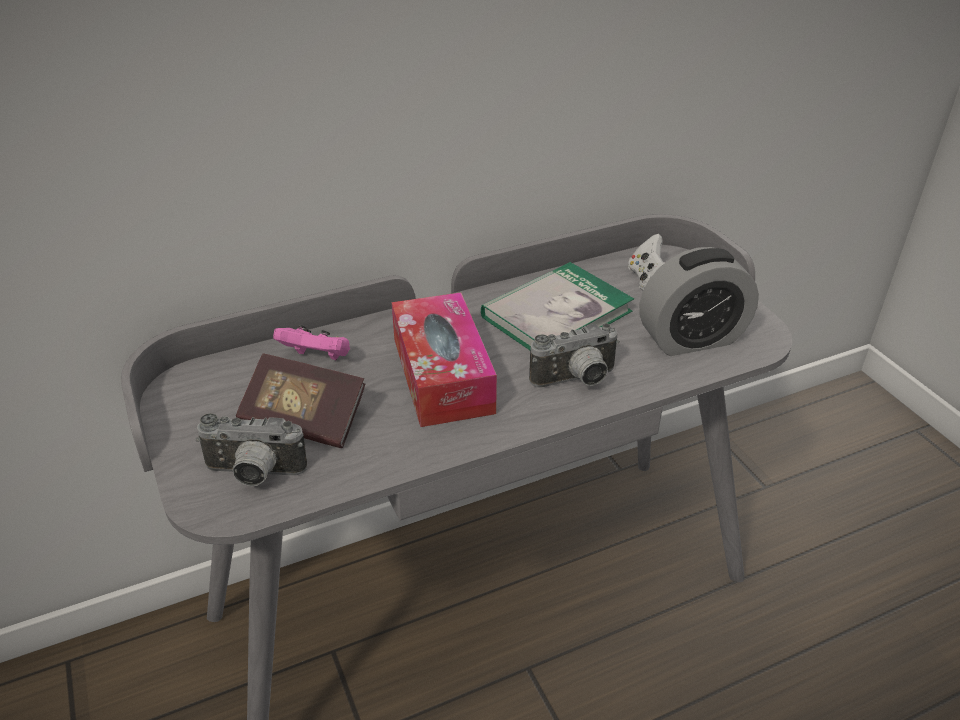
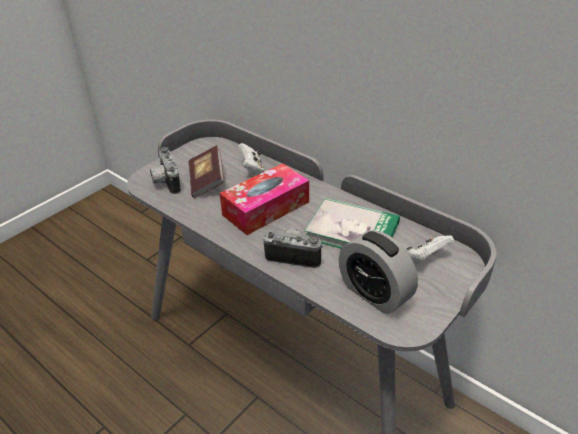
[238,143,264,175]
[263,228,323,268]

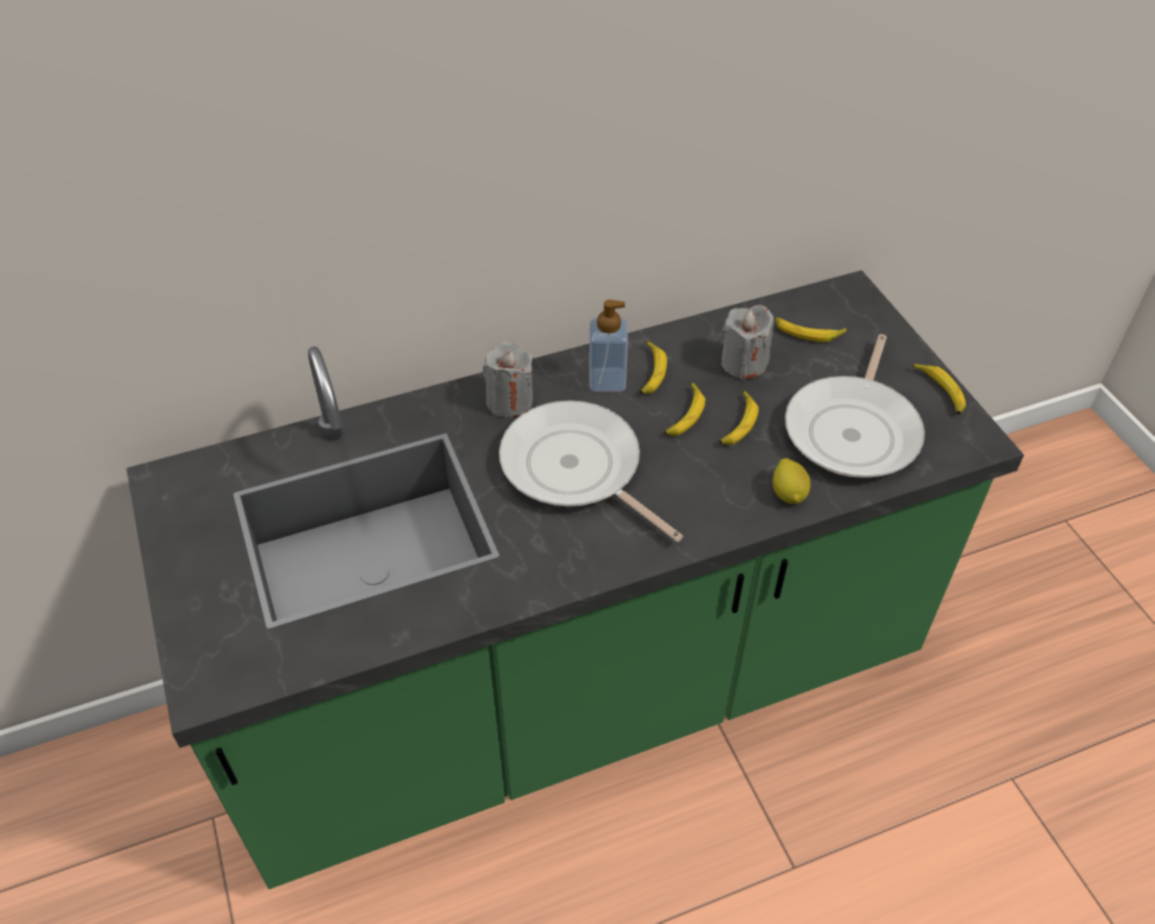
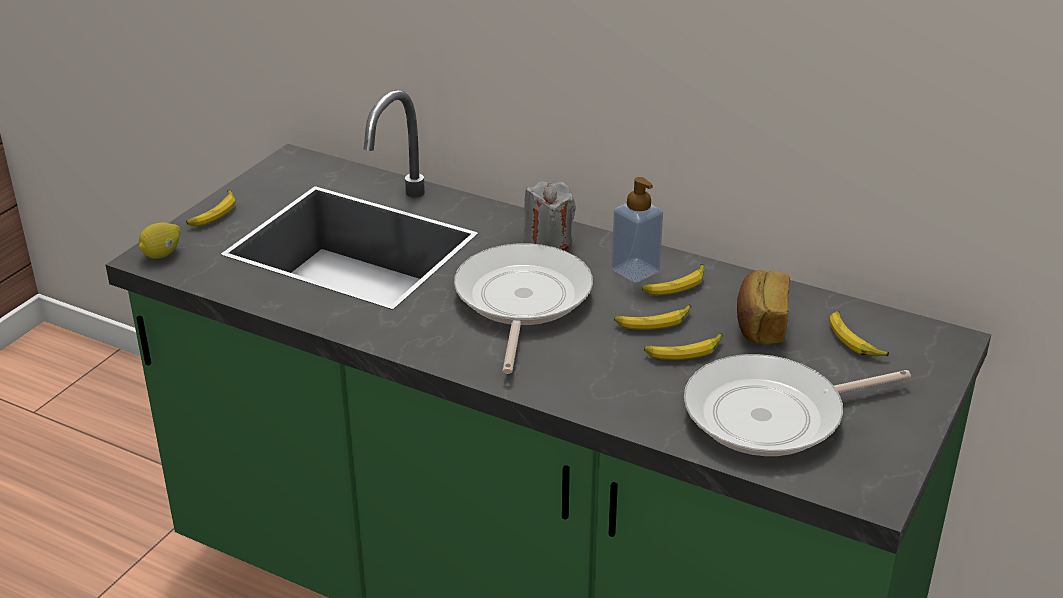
[139,223,181,259]
[186,190,236,227]
[737,270,790,344]

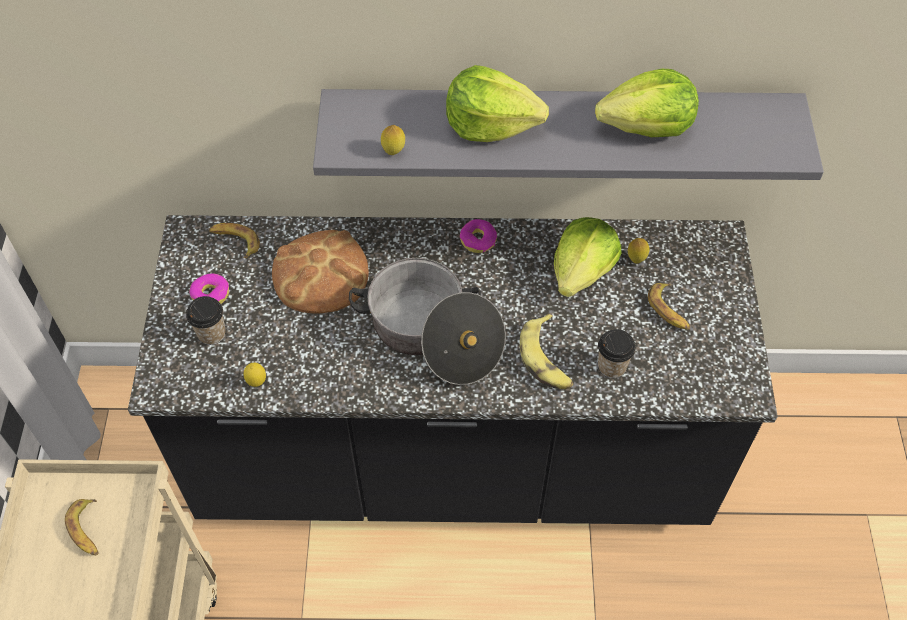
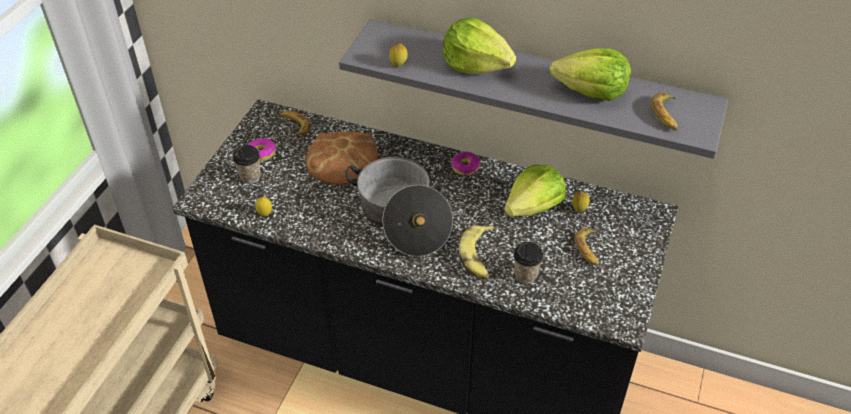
[650,92,678,130]

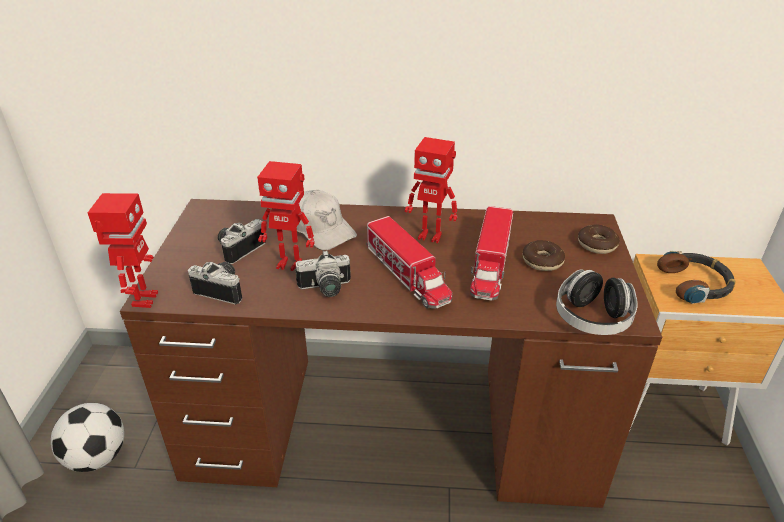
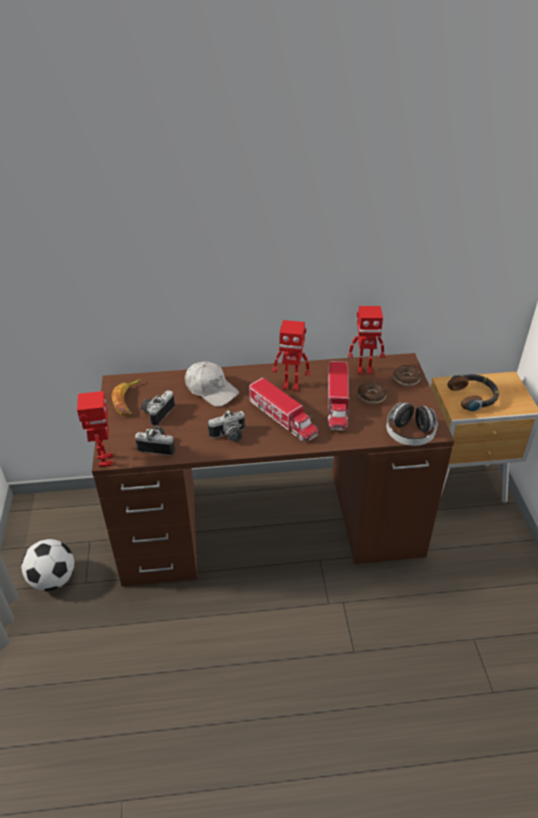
[112,379,141,416]
[348,306,385,375]

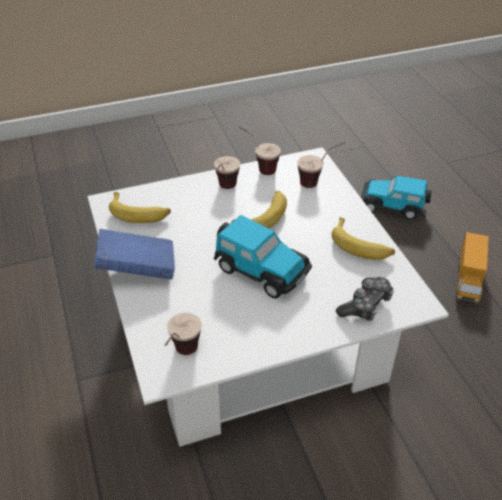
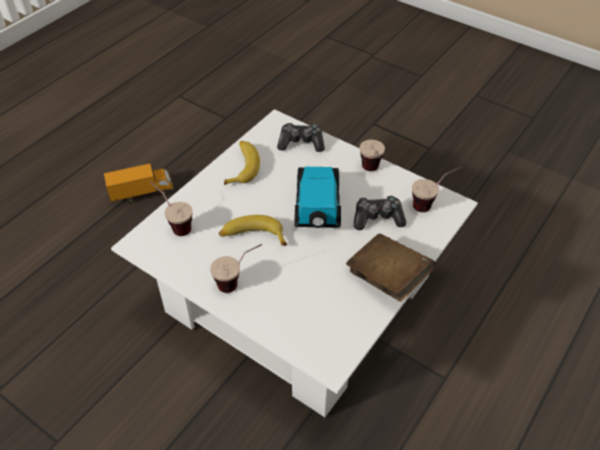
[346,233,435,302]
[354,196,406,230]
[360,140,385,171]
[109,192,171,223] (first image)
[361,175,432,220] (first image)

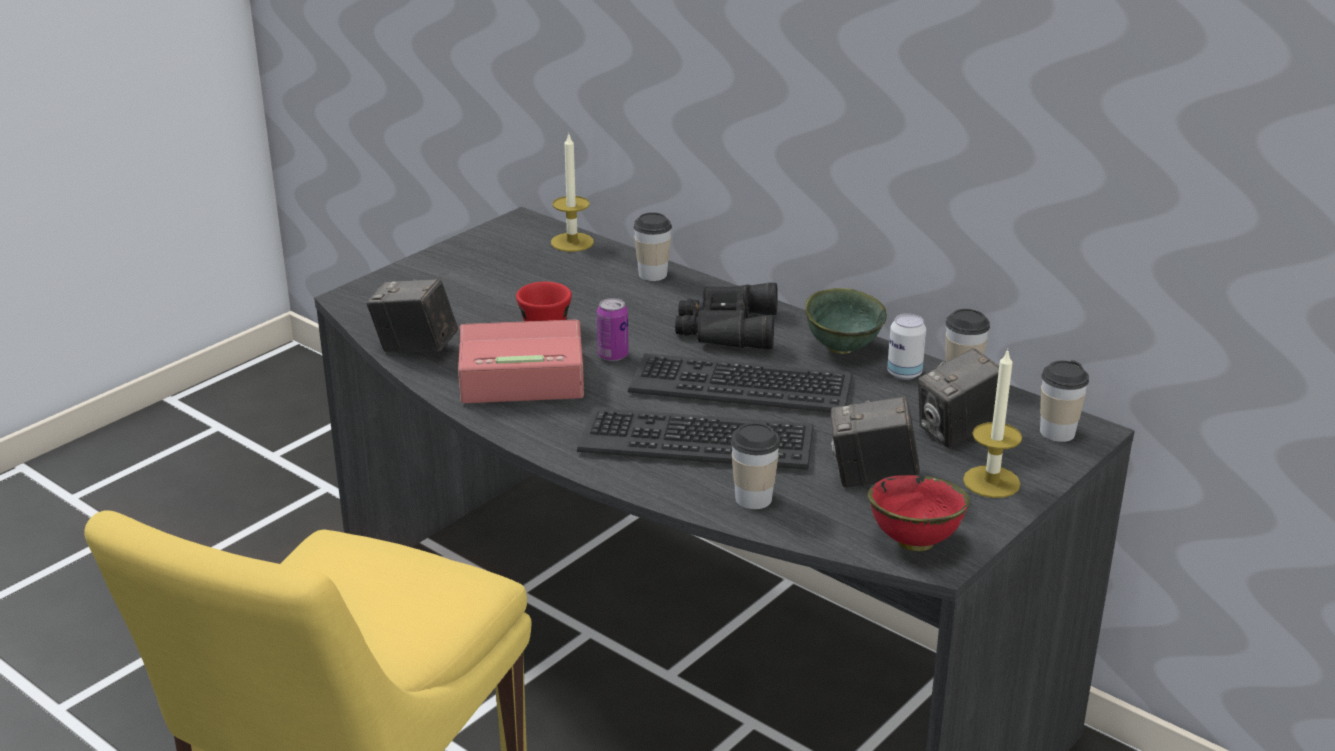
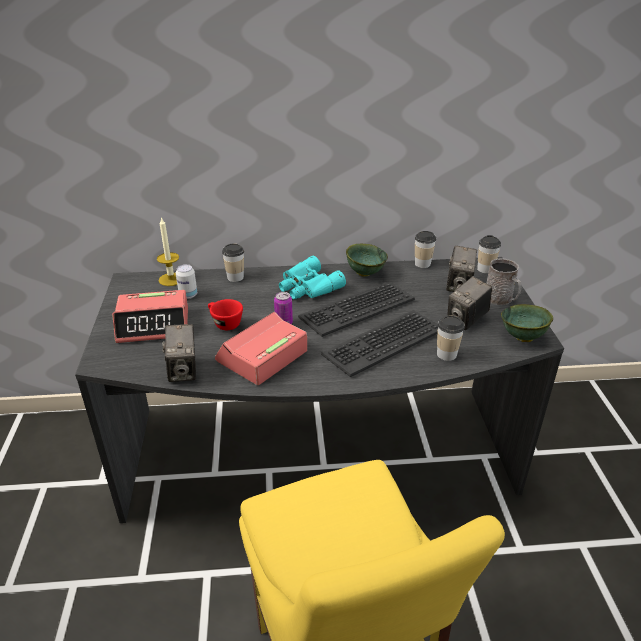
[112,290,188,343]
[162,324,196,382]
[176,264,197,299]
[279,256,346,299]
[487,259,522,305]
[501,304,553,342]

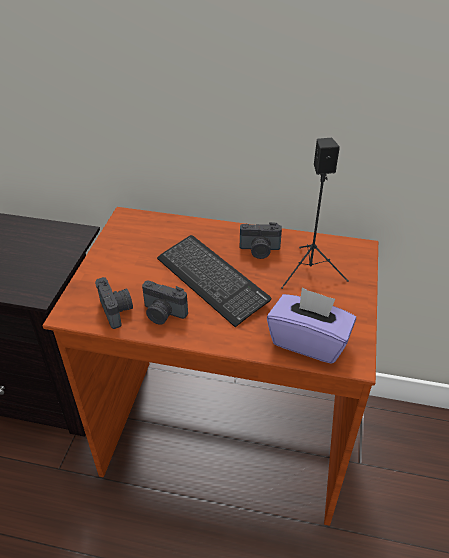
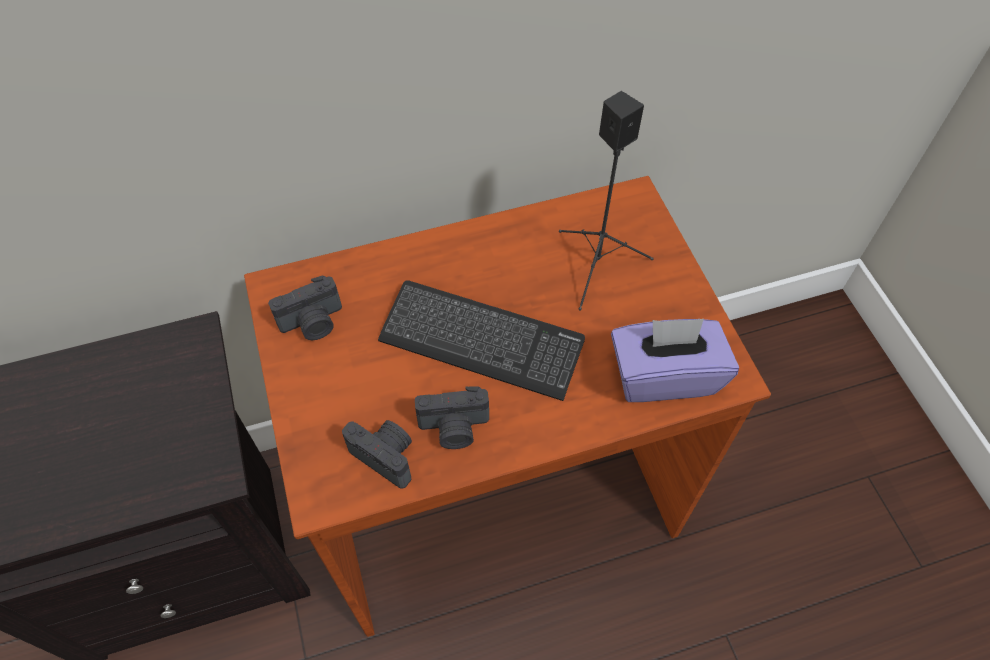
[268,275,342,340]

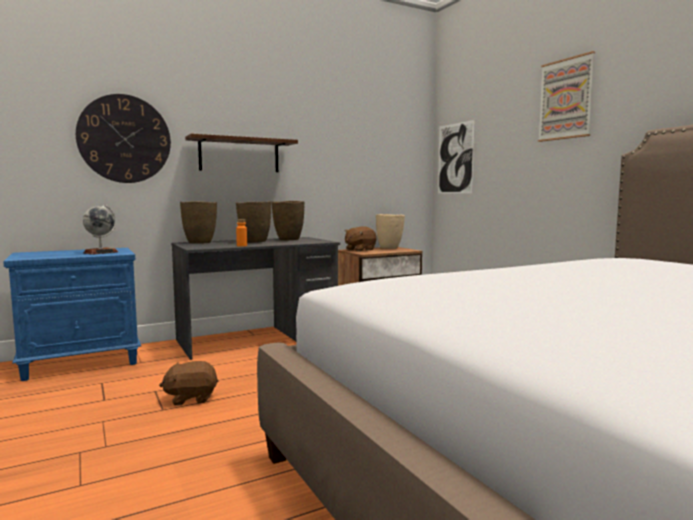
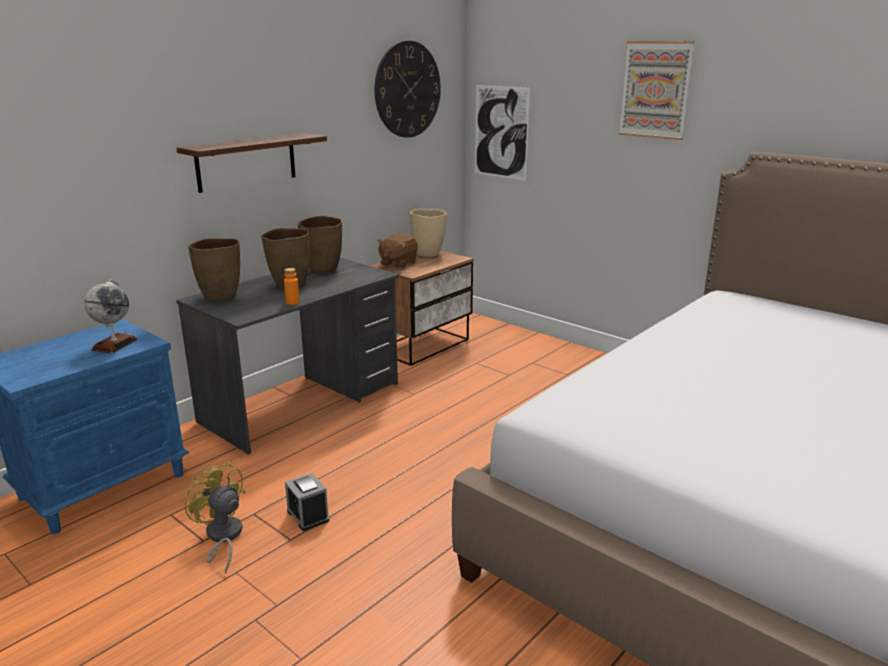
[185,462,246,574]
[285,473,329,531]
[374,41,441,138]

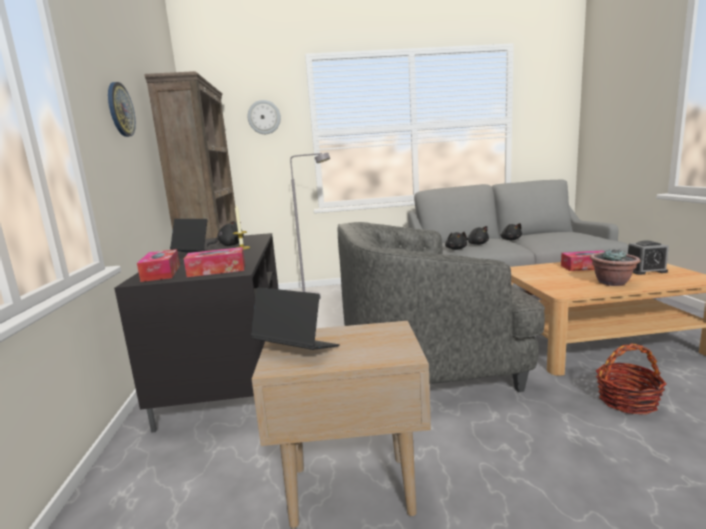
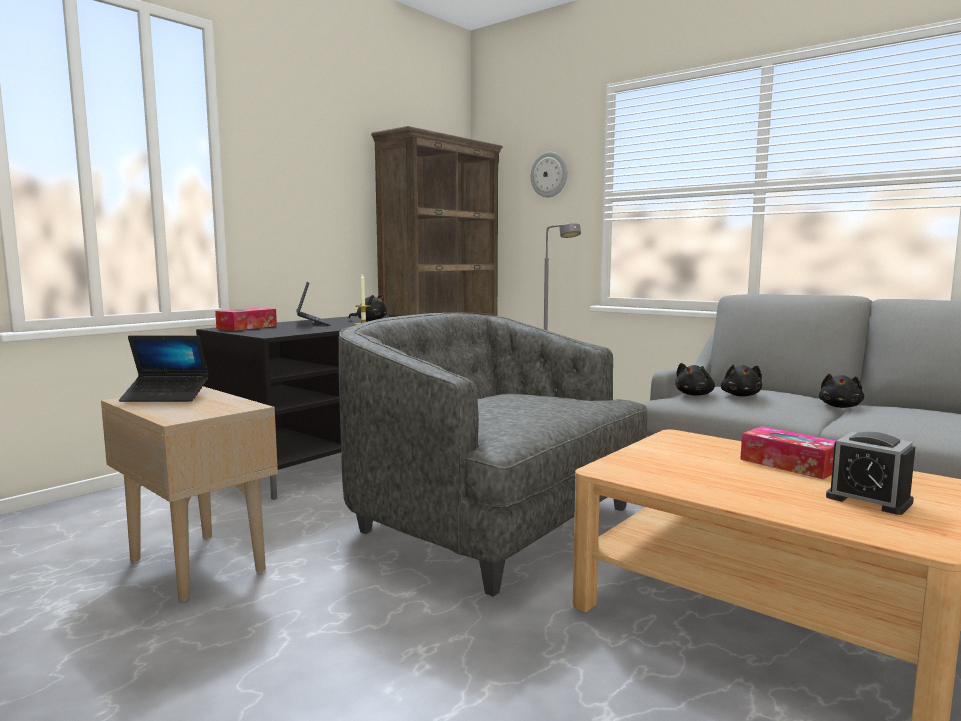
[119,335,209,402]
[108,82,136,137] (first image)
[184,247,245,277] (first image)
[590,249,640,286] (first image)
[595,344,667,415] (first image)

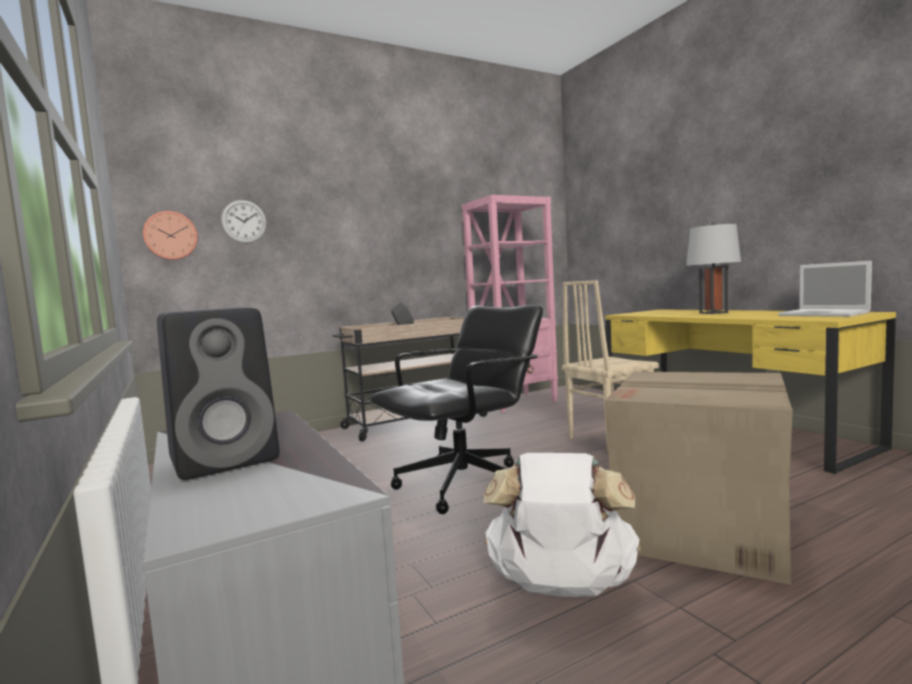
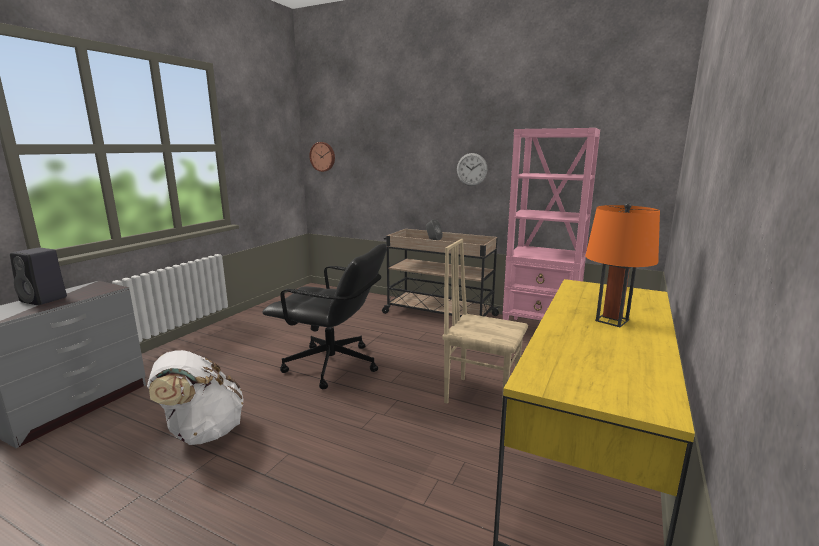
[457,153,487,186]
[585,203,660,327]
[605,372,793,585] (first image)
[778,261,872,317] (first image)

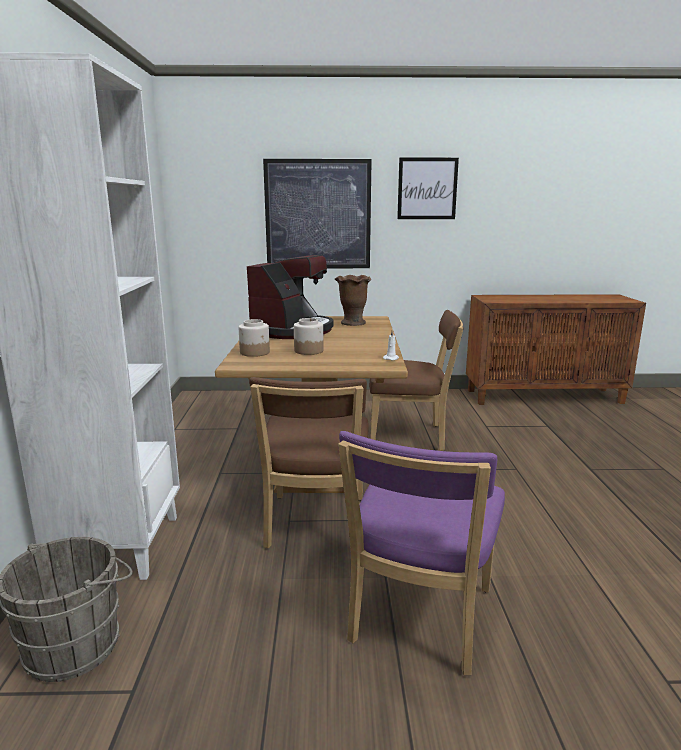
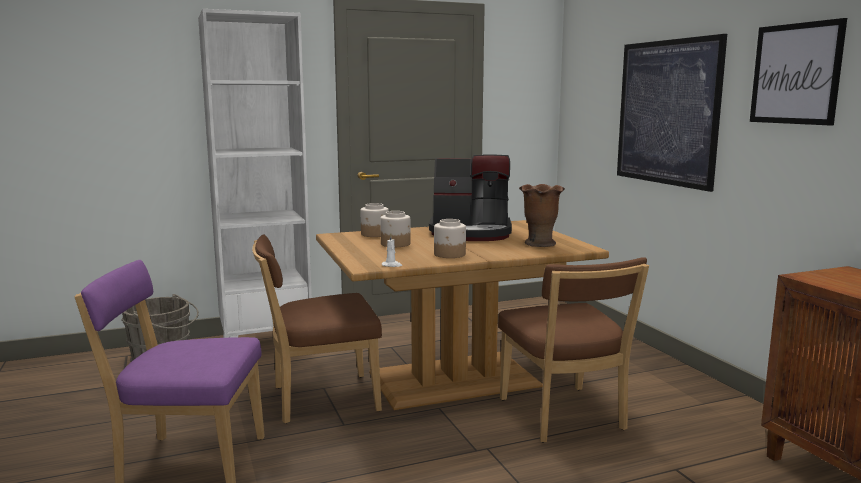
[434,219,466,258]

